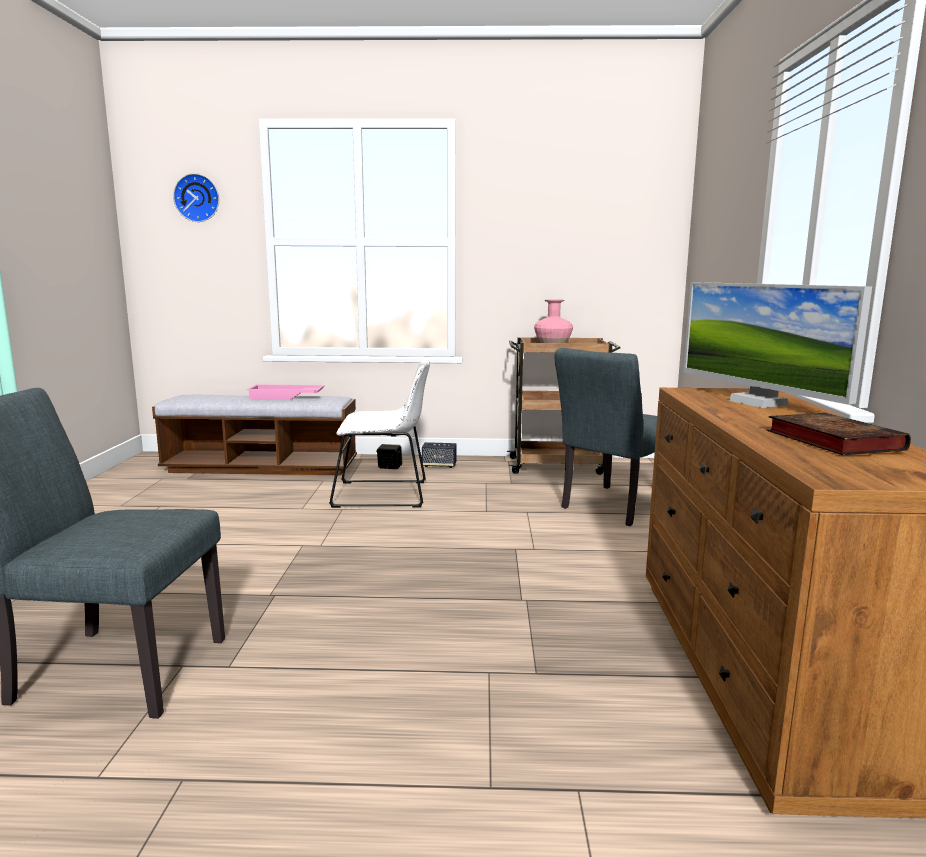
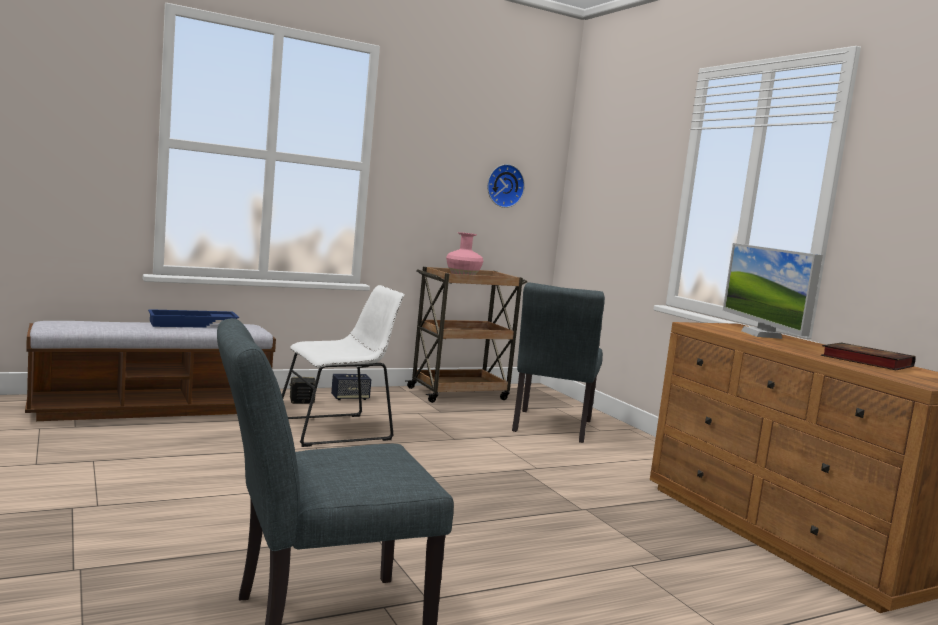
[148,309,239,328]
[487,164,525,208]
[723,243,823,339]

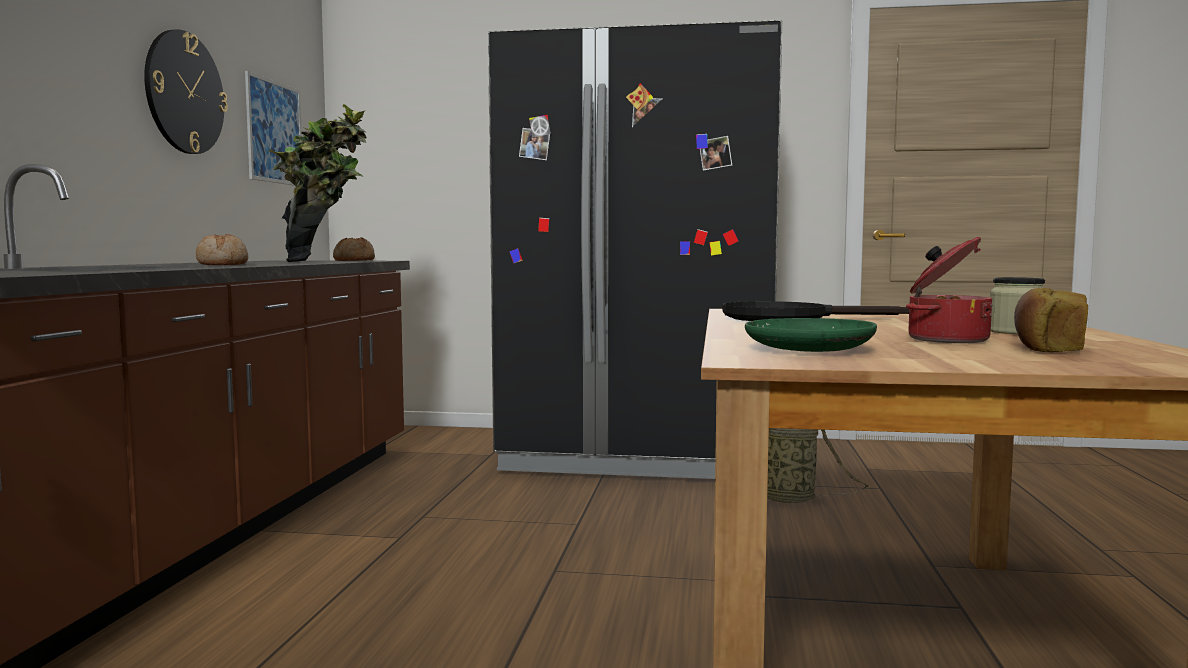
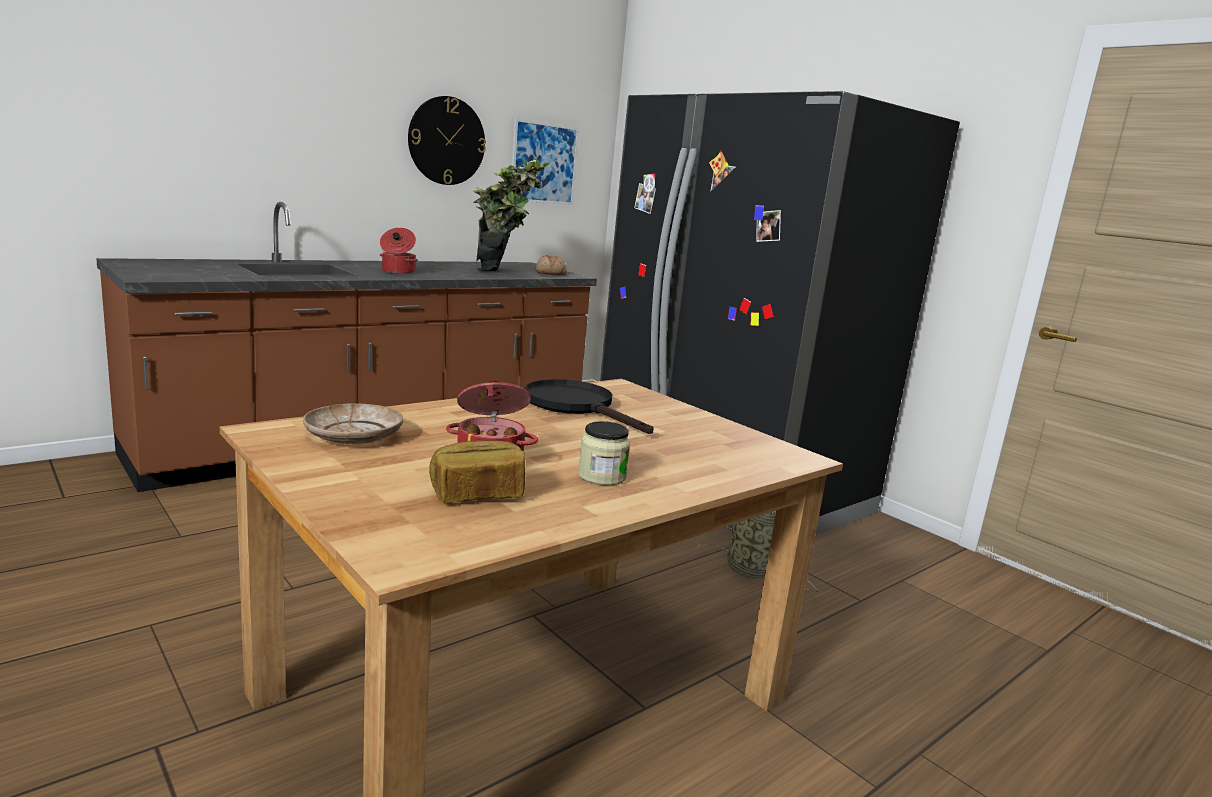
[303,403,403,444]
[380,228,418,274]

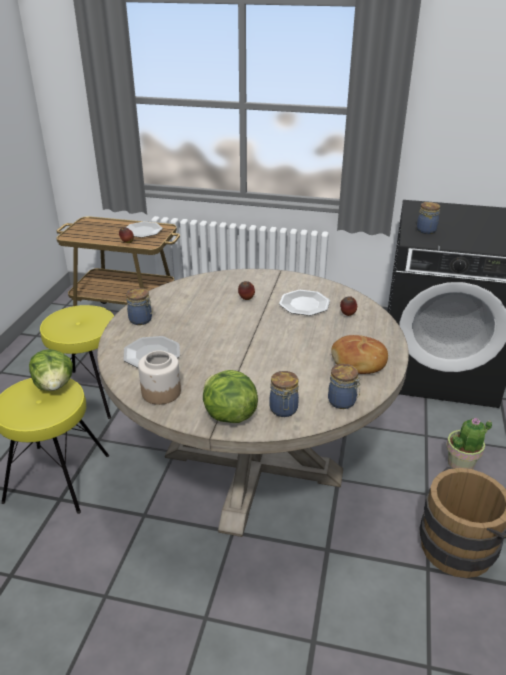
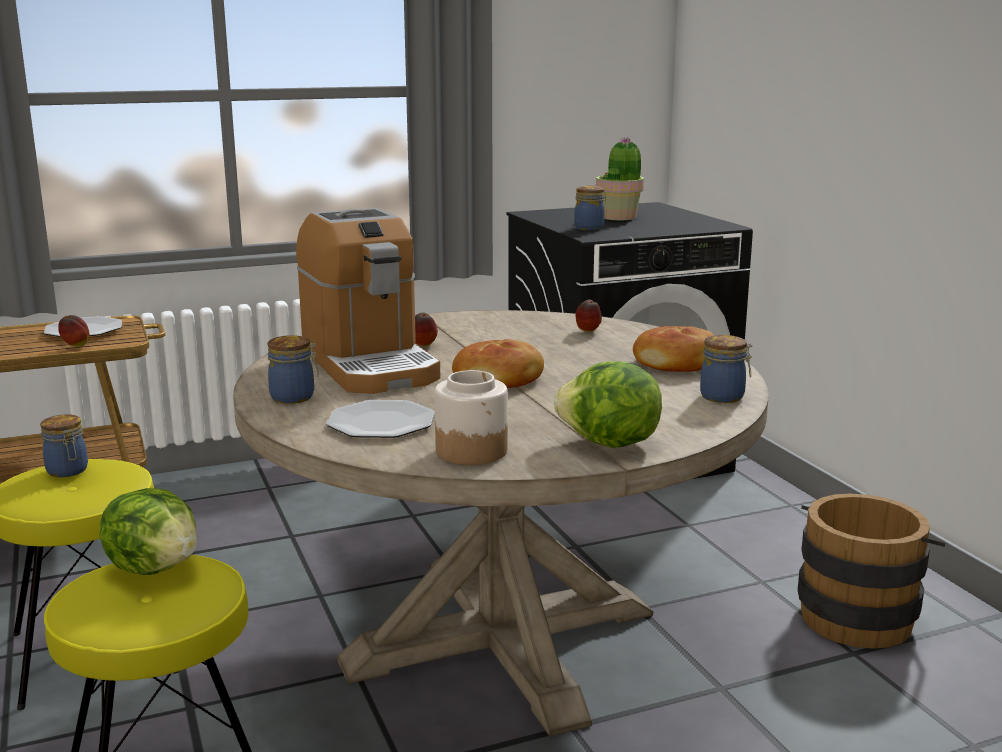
[40,414,88,477]
[296,208,440,394]
[452,339,544,388]
[596,137,644,220]
[279,290,330,316] (first image)

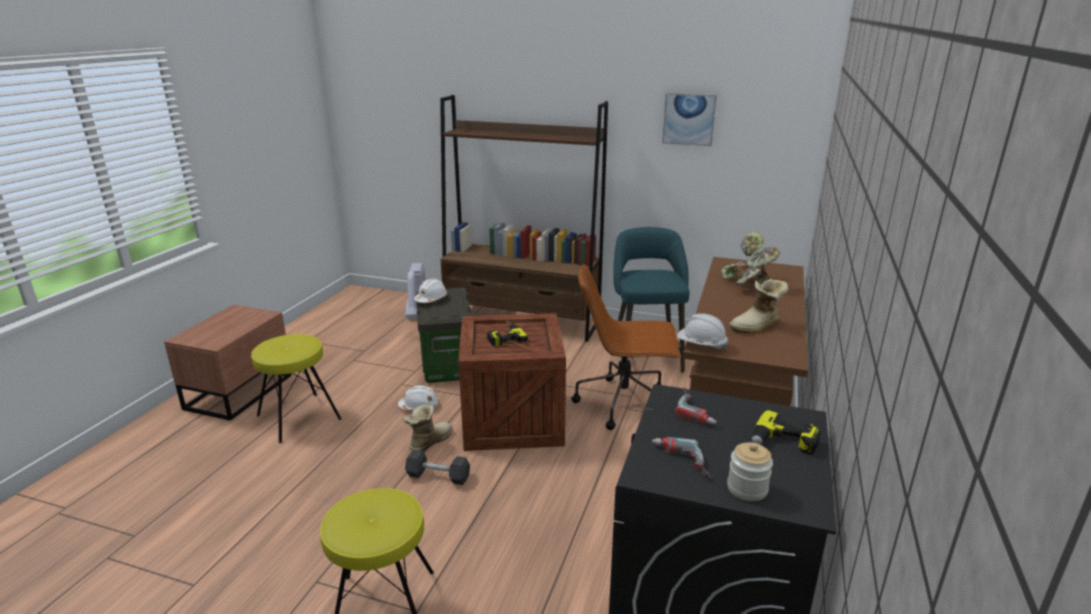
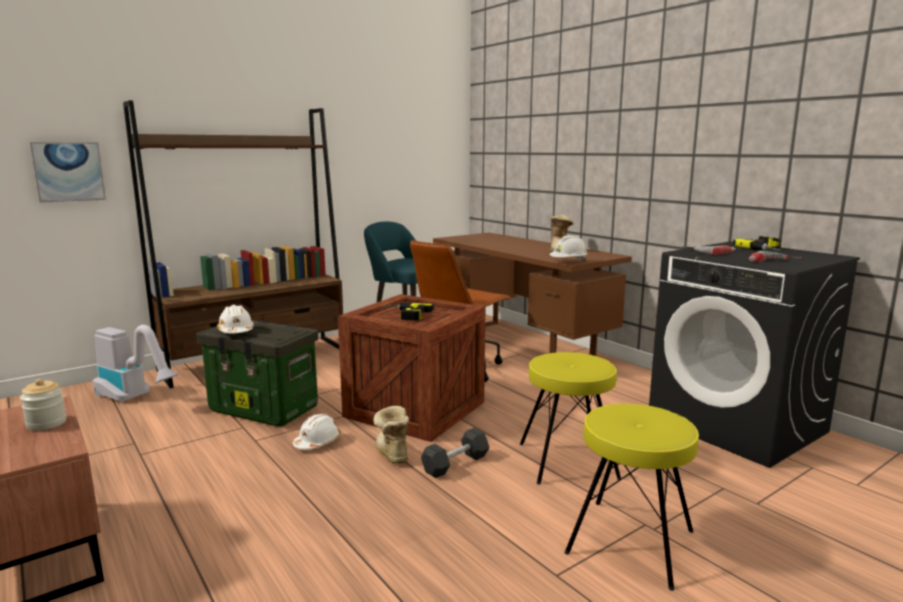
[20,379,67,431]
[30,142,106,203]
[520,352,621,485]
[721,232,781,285] (first image)

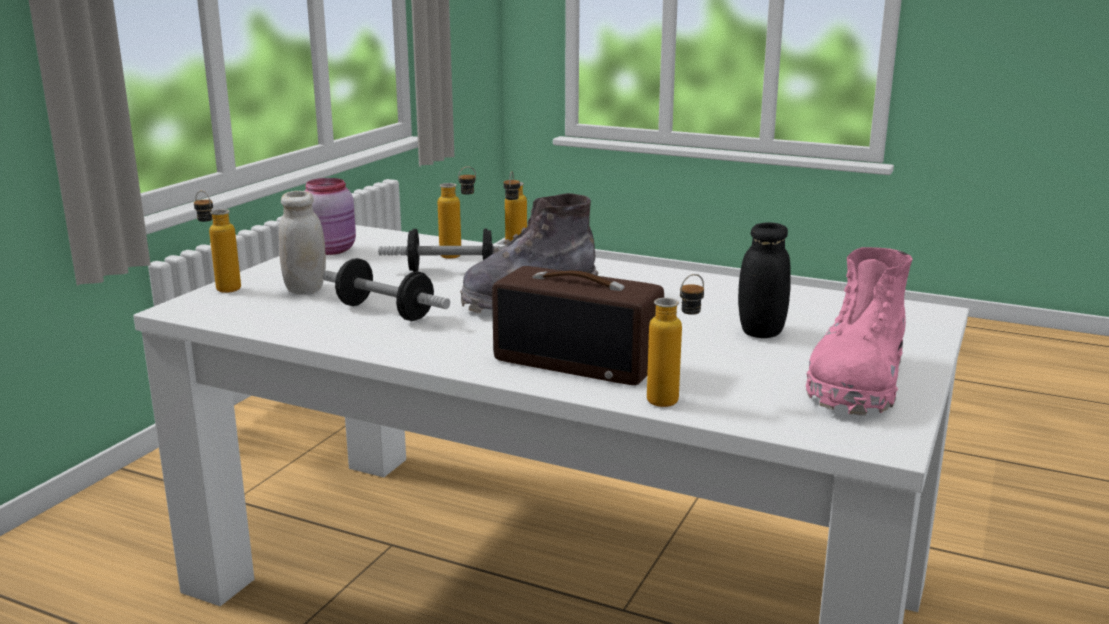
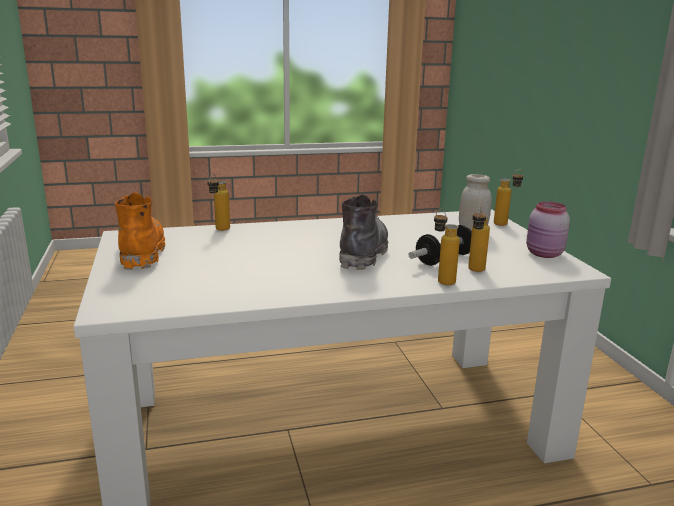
[115,192,165,270]
[323,258,450,321] (first image)
[492,266,664,385] (first image)
[738,222,791,338] (first image)

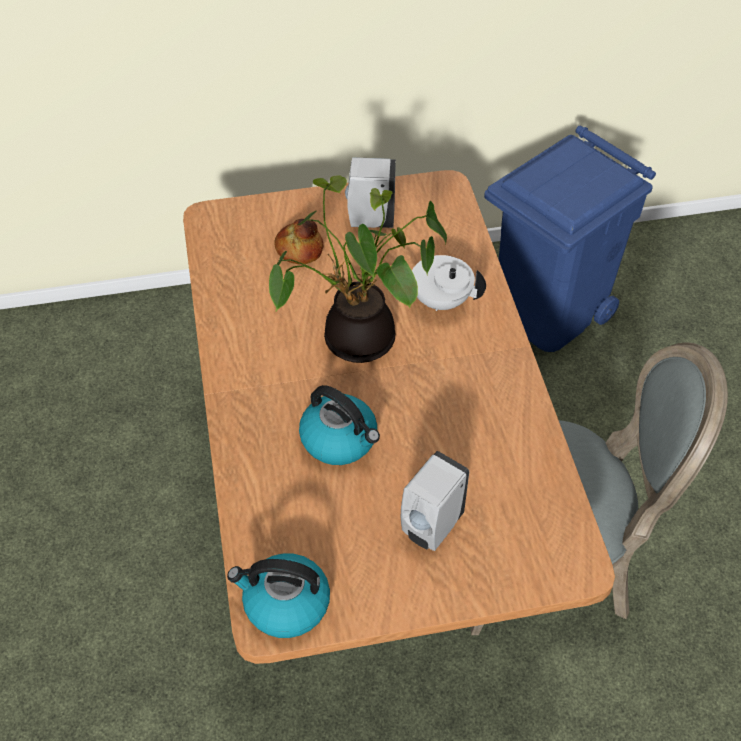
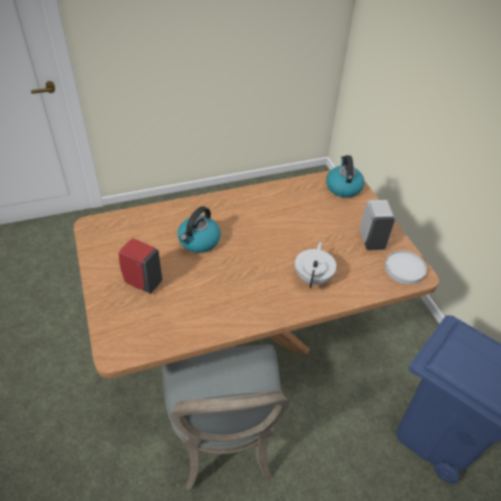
[119,238,162,294]
[326,155,364,198]
[385,251,427,285]
[269,175,447,363] (first image)
[274,219,323,264] (first image)

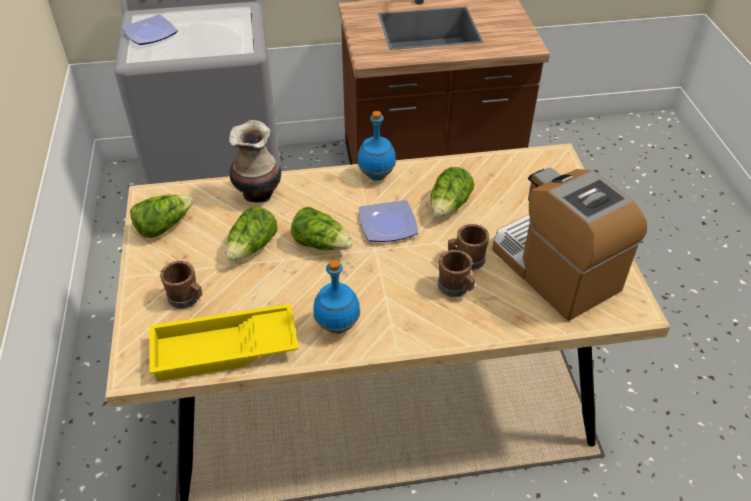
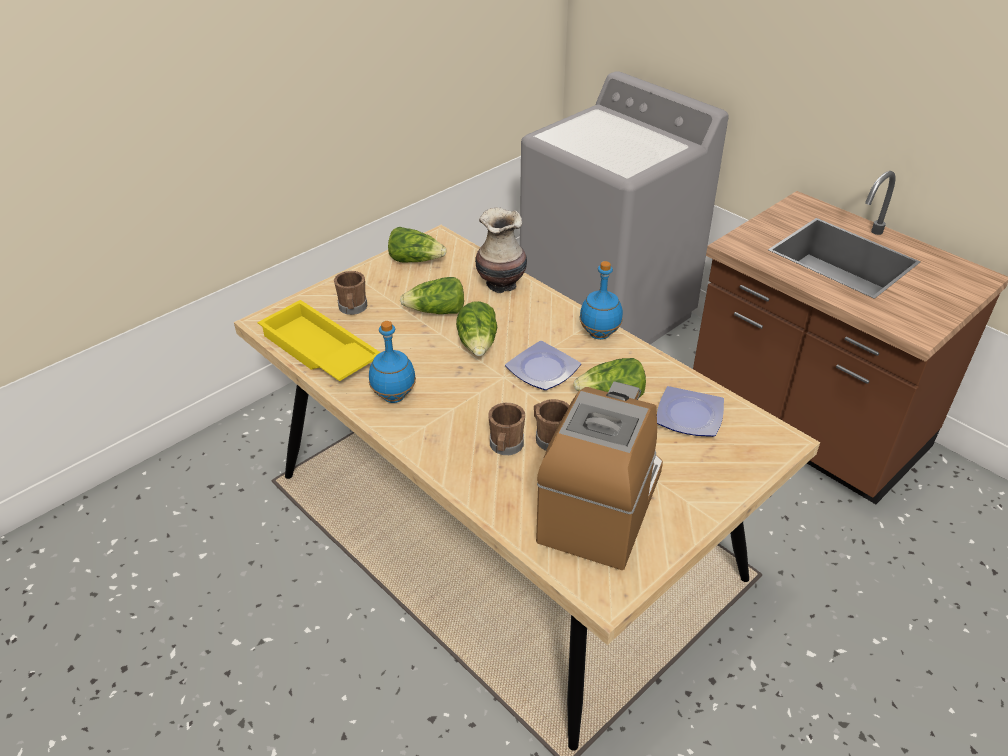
[657,386,724,437]

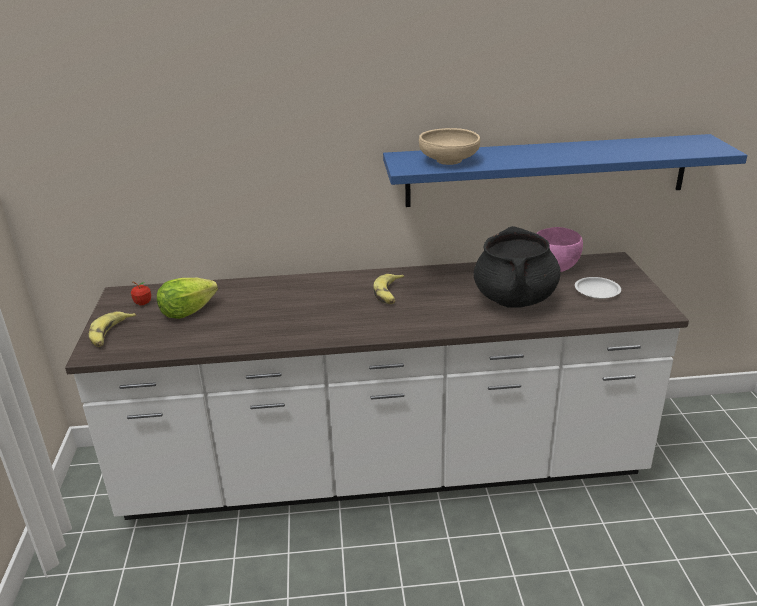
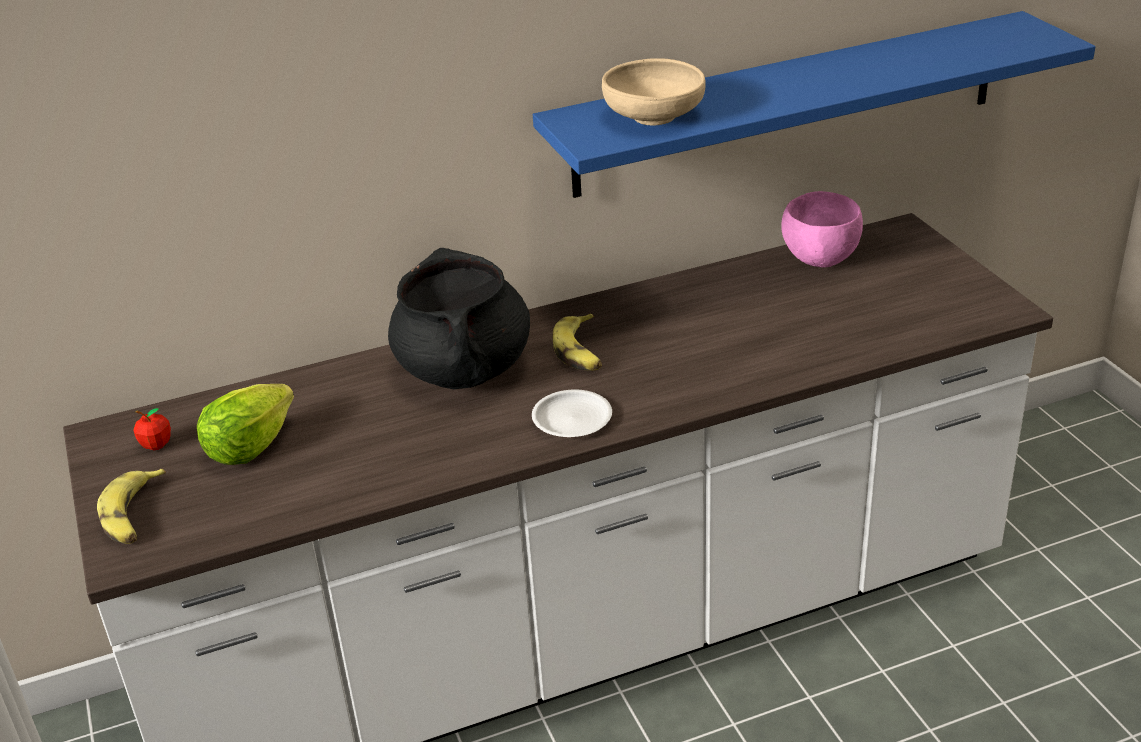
[388,248,530,389]
[532,389,612,437]

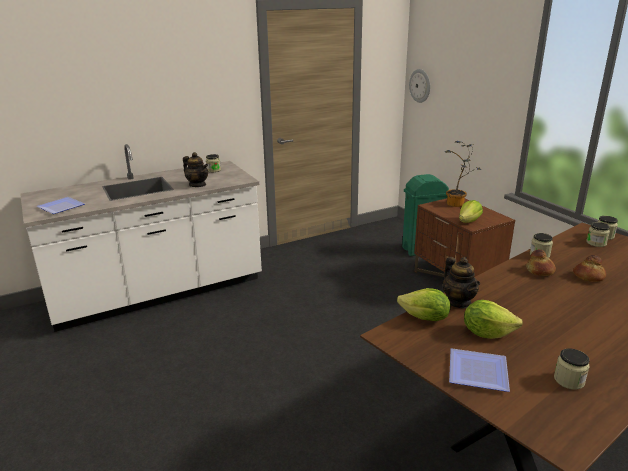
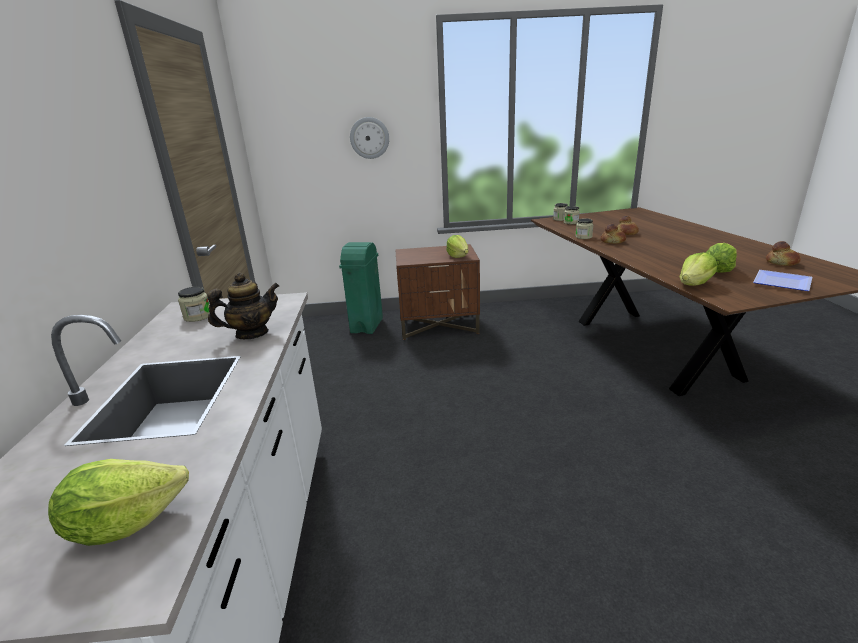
[48,459,189,546]
[350,117,389,159]
[766,241,801,266]
[443,257,480,308] (first image)
[445,141,481,207] (first image)

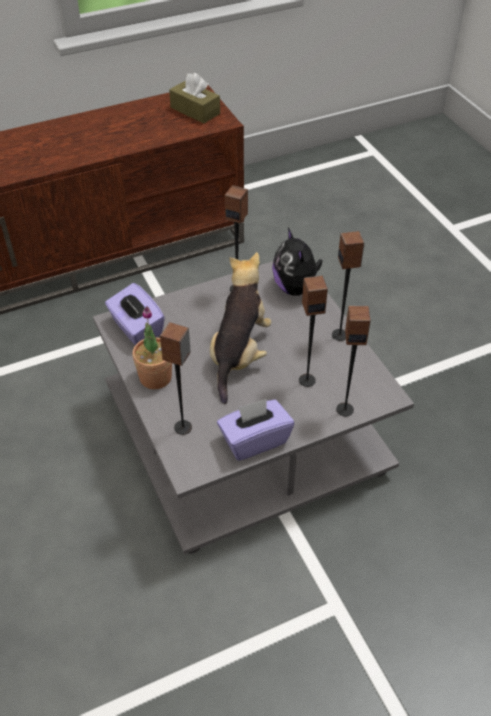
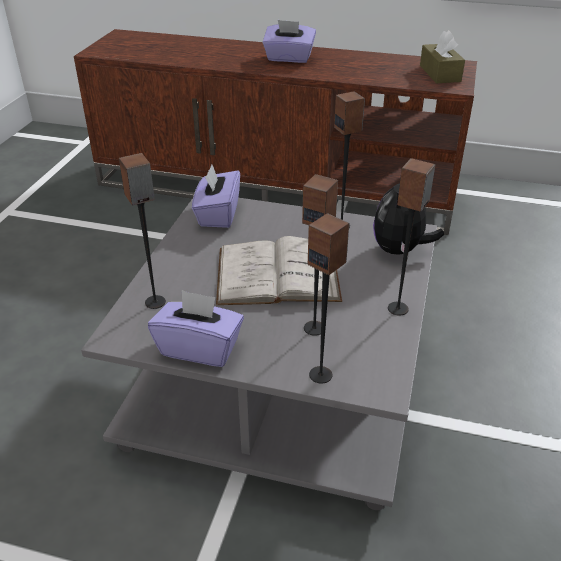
[216,236,342,305]
[263,20,316,63]
[132,306,172,389] (first image)

